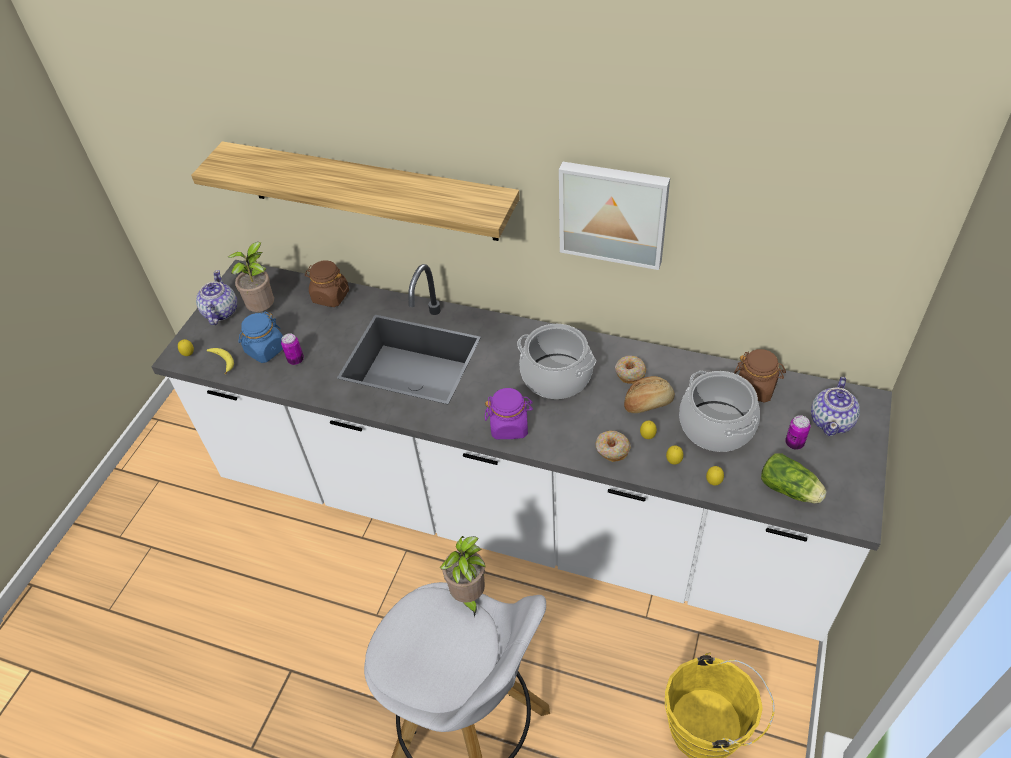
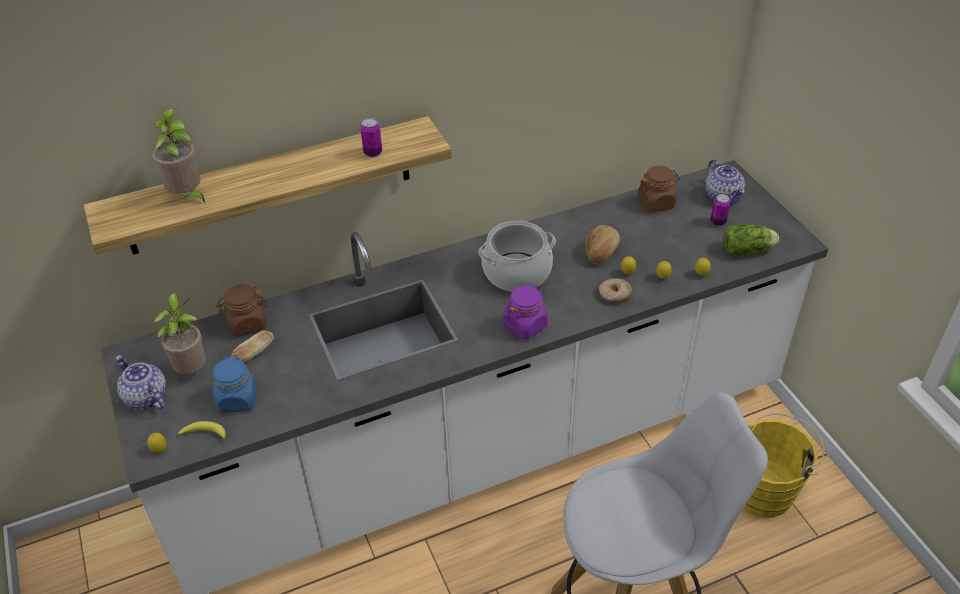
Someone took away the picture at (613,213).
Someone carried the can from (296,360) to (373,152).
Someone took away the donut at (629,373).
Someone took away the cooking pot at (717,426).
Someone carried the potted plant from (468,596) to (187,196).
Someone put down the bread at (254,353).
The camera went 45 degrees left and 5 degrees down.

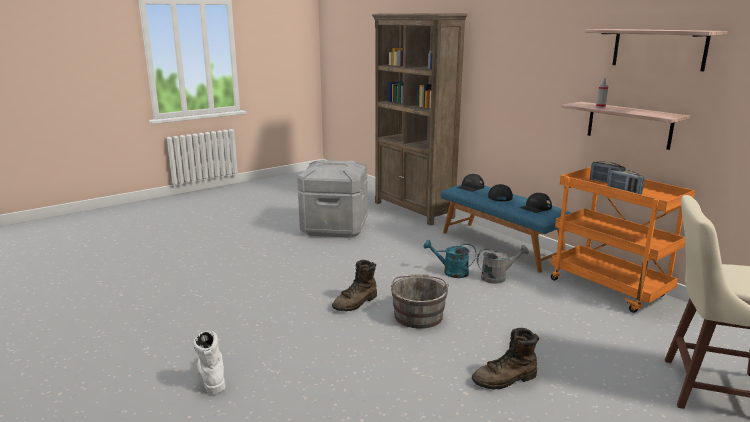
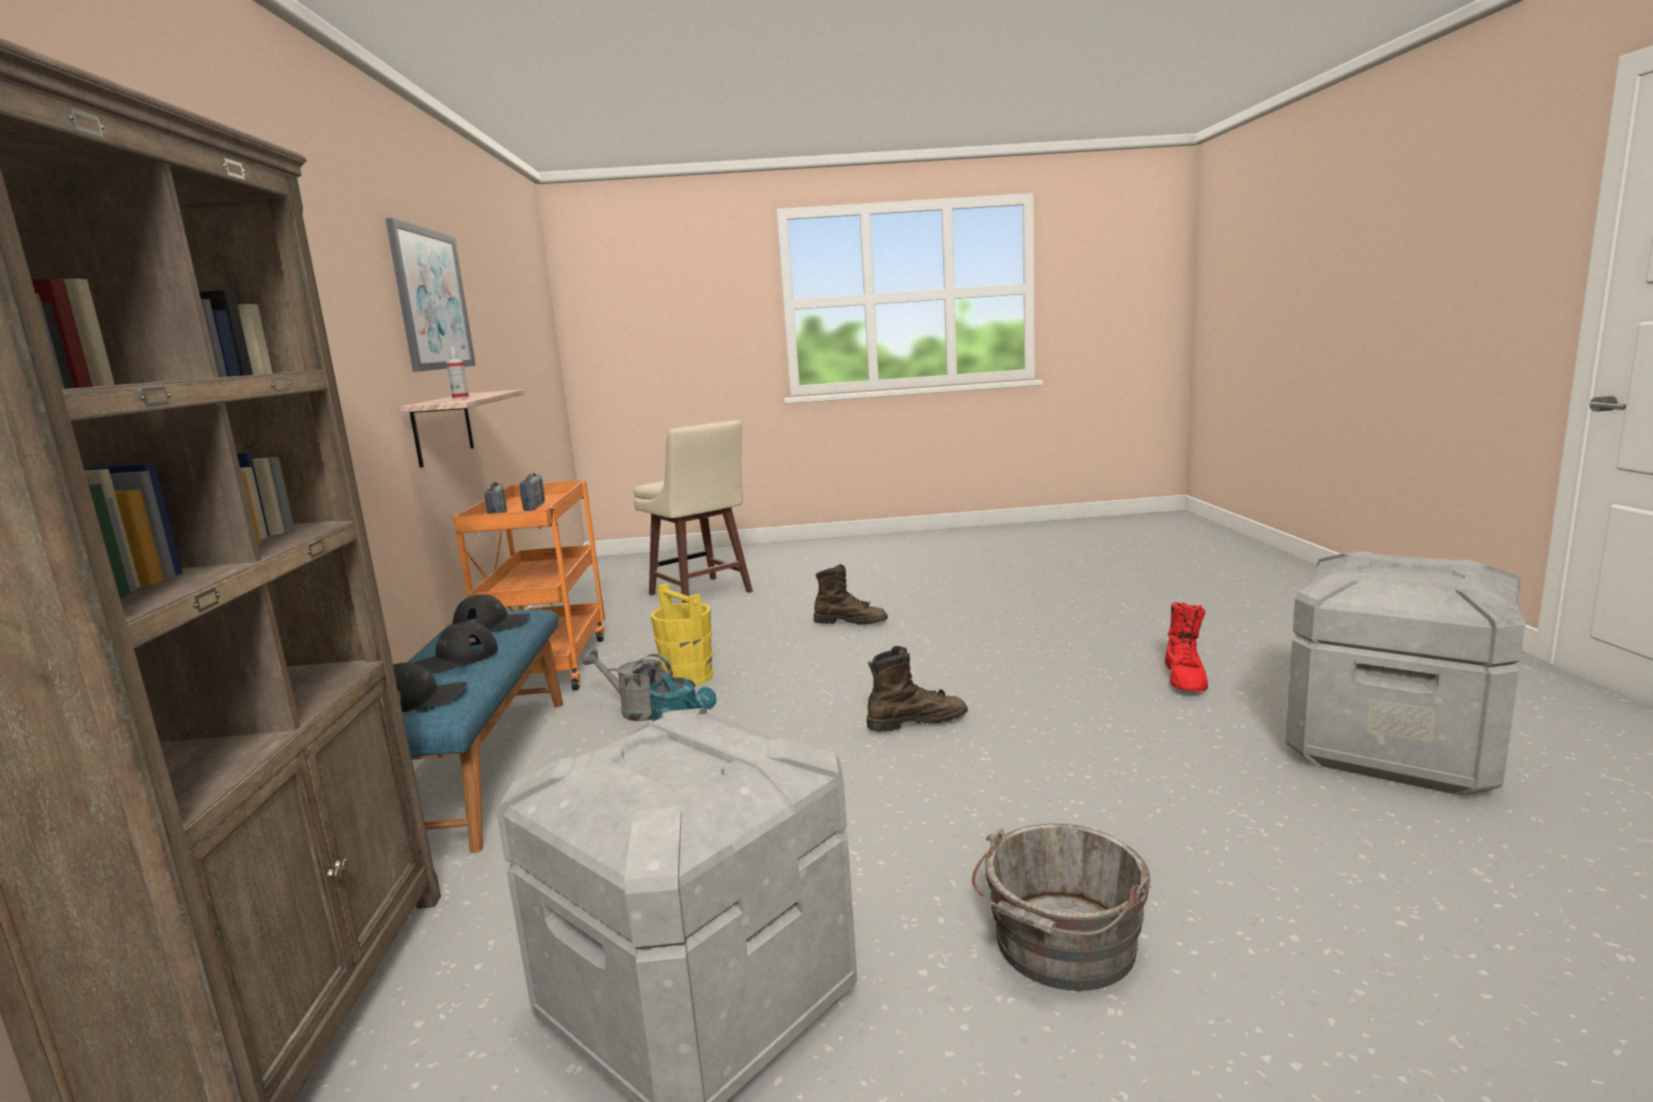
Someone swapped the shelf at (658,49) for the picture at (432,300).
Someone carried the bucket (grey) from (418,314) to (1061,947).
Someone repainted the boot (white) at (211,374), which became the boot (red) at (1185,678).
Someone put down the storage box (grey) at (1393,748).
Someone put down the bucket (yellow) at (688,677).
The camera went 145 degrees left and 5 degrees down.

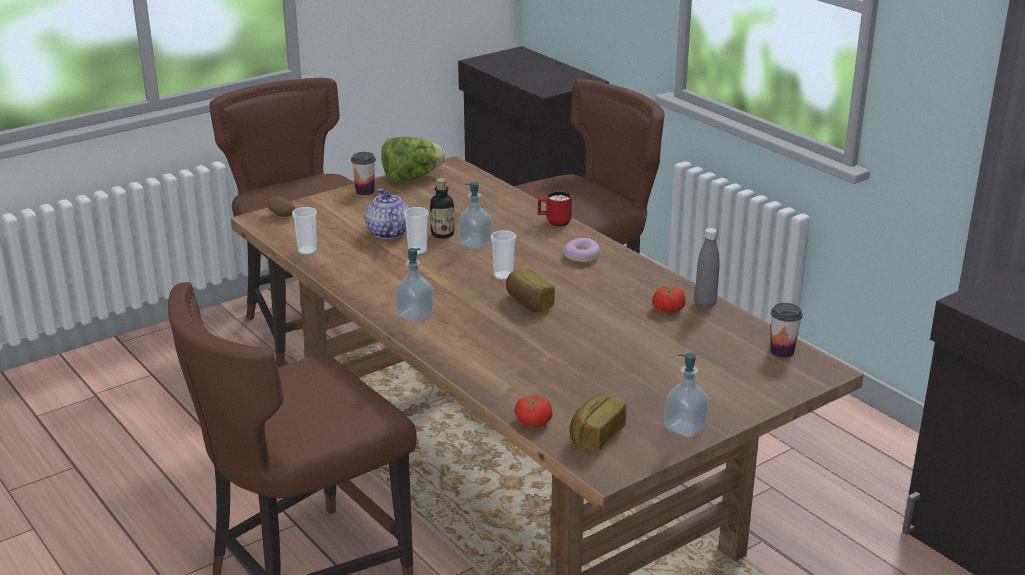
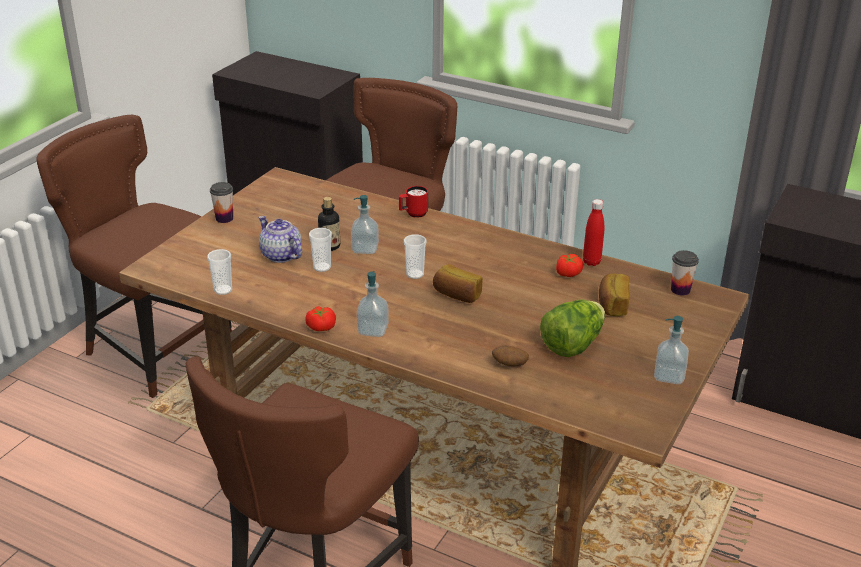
Someone carried the lettuce from (411,178) to (572,345).
Someone carried the potato from (281,216) to (509,365).
Someone repainted the bottle (grey) at (705,304), which became the bottle (red) at (591,262).
Someone took away the donut at (582,256).
Someone carried the tomato from (533,421) to (321,326).
Someone carried the bread from (595,435) to (612,305).
The camera went 25 degrees left and 5 degrees up.

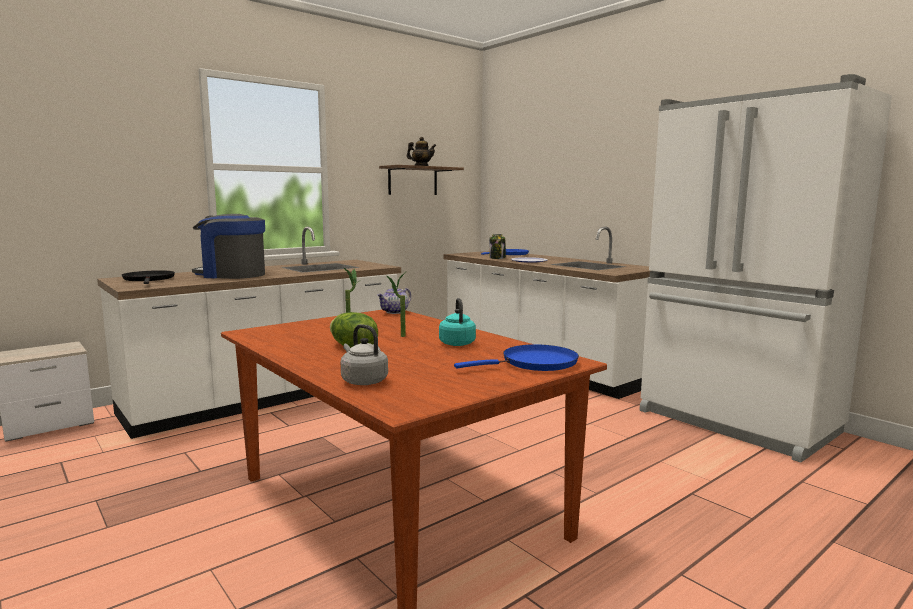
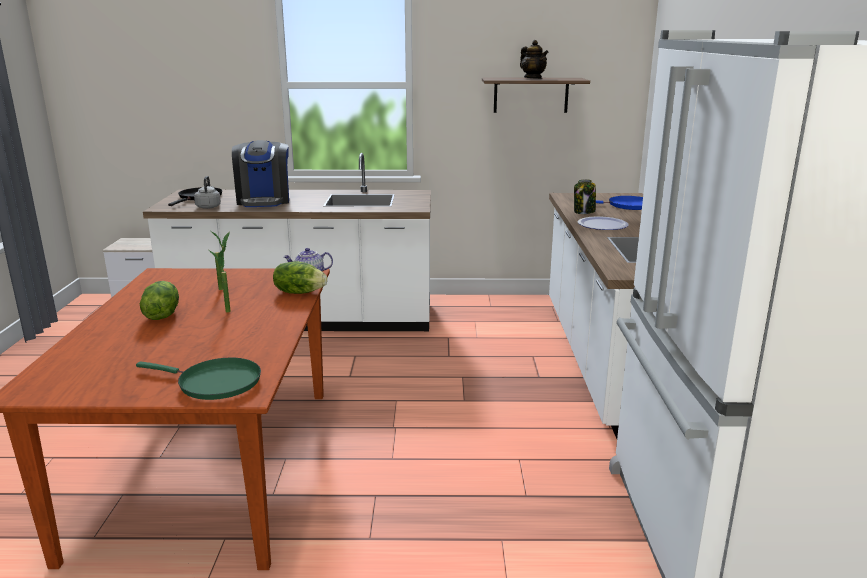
Someone rotated the coffee machine at (232,275) by 150 degrees counterclockwise.
Someone took away the kettle (turquoise) at (457,343).
Someone carried the kettle (grey) from (363,381) to (208,206).
Someone repainted the frying pan (blue) at (535,363), which became the frying pan (green) at (214,383).
Someone put down the lettuce at (299,292).
The camera went 40 degrees right and 10 degrees up.

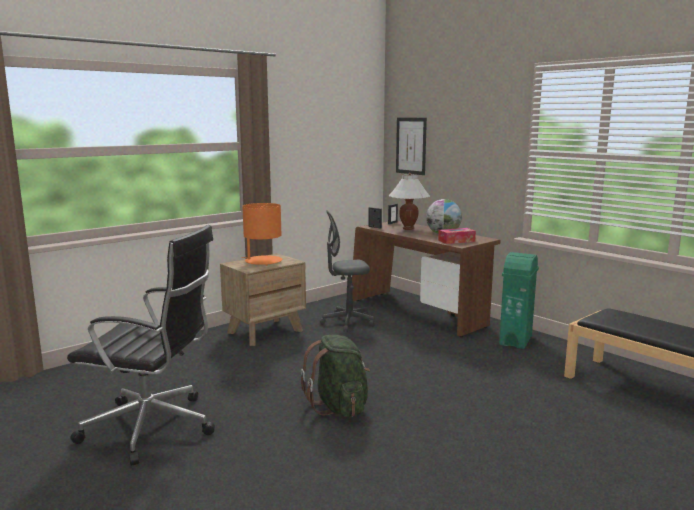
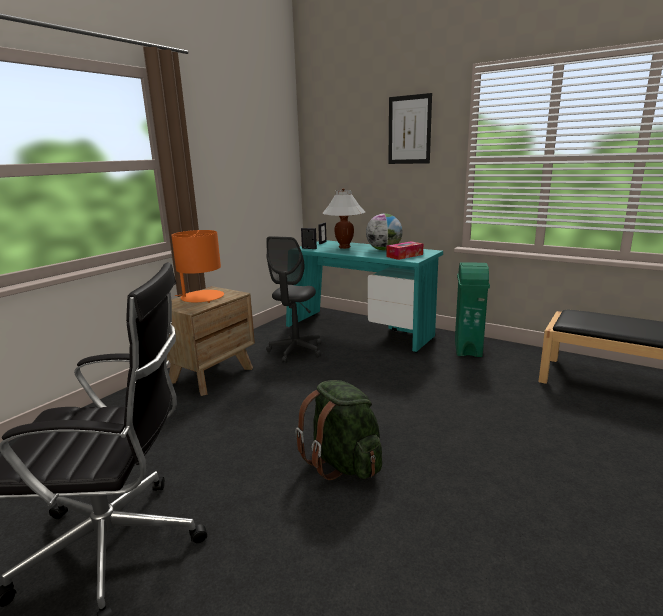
Someone carried the picture from (411,146) to (409,130).
Someone rotated the office chair (grey) at (348,322) by 45 degrees counterclockwise.
Someone repainted the desk (brown) at (418,313), which became the desk (turquoise) at (360,331).
The camera went 15 degrees left and 5 degrees up.

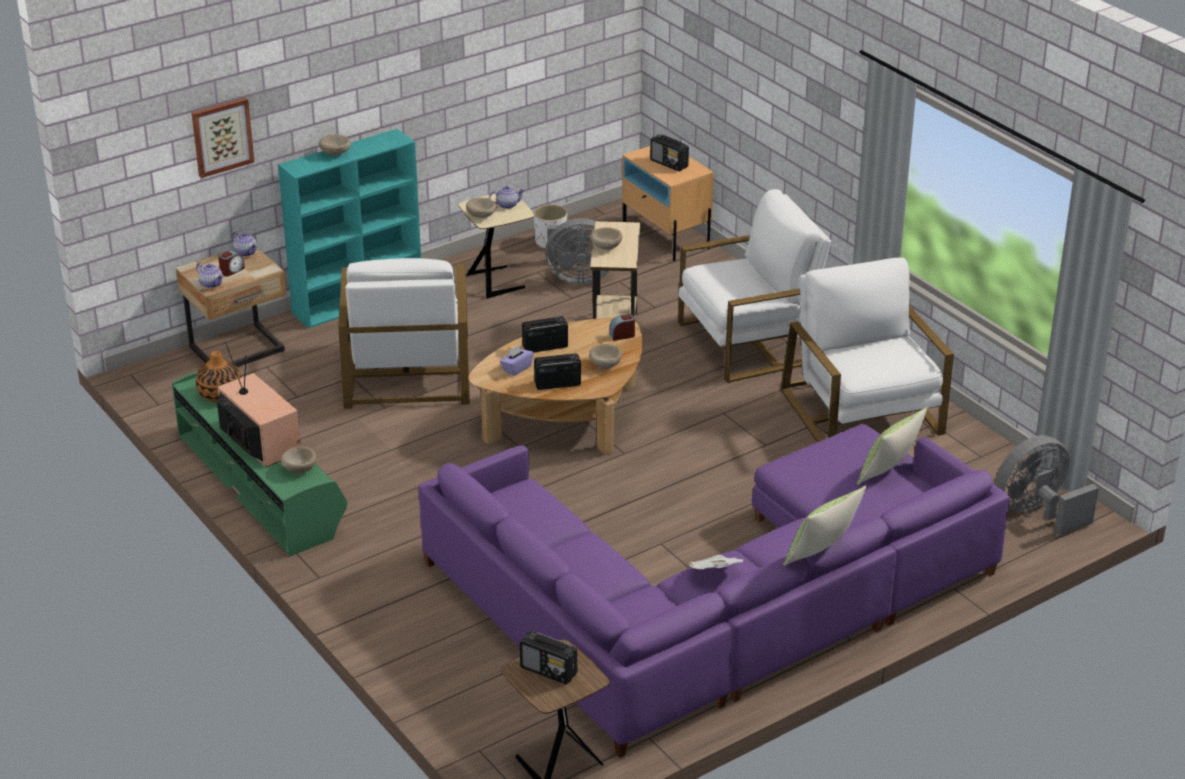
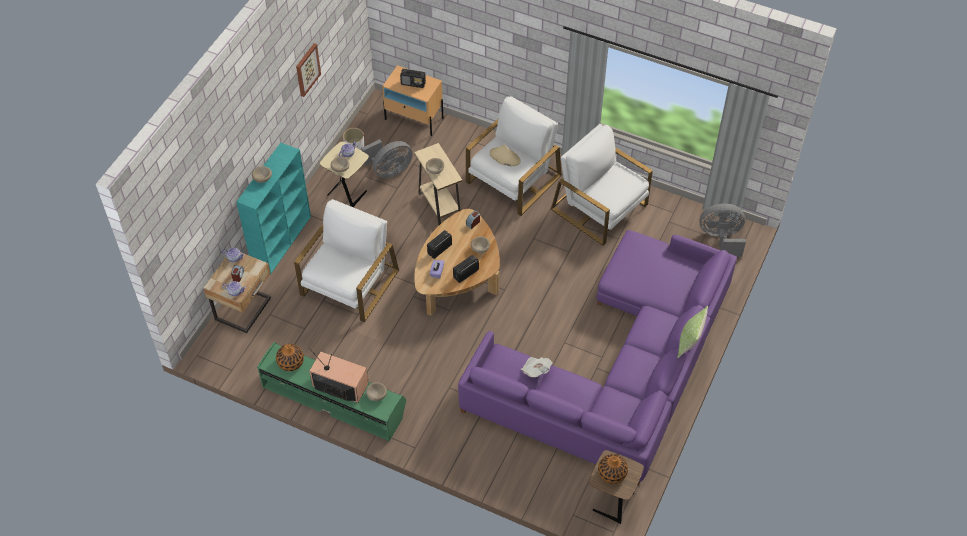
Someone carried the picture from (222,136) to (307,69).
Someone rotated the armchair (white) at (406,372) by 120 degrees counterclockwise.
Someone took away the pillow at (888,473).
Someone rotated the fan (grey) at (1036,513) by 60 degrees clockwise.
Someone carried the newspaper from (715,574) to (536,370).
Someone swapped the radio at (549,671) for the vase at (612,473).
Someone put down the hat (beige) at (504,157).
The camera went 30 degrees left and 20 degrees up.

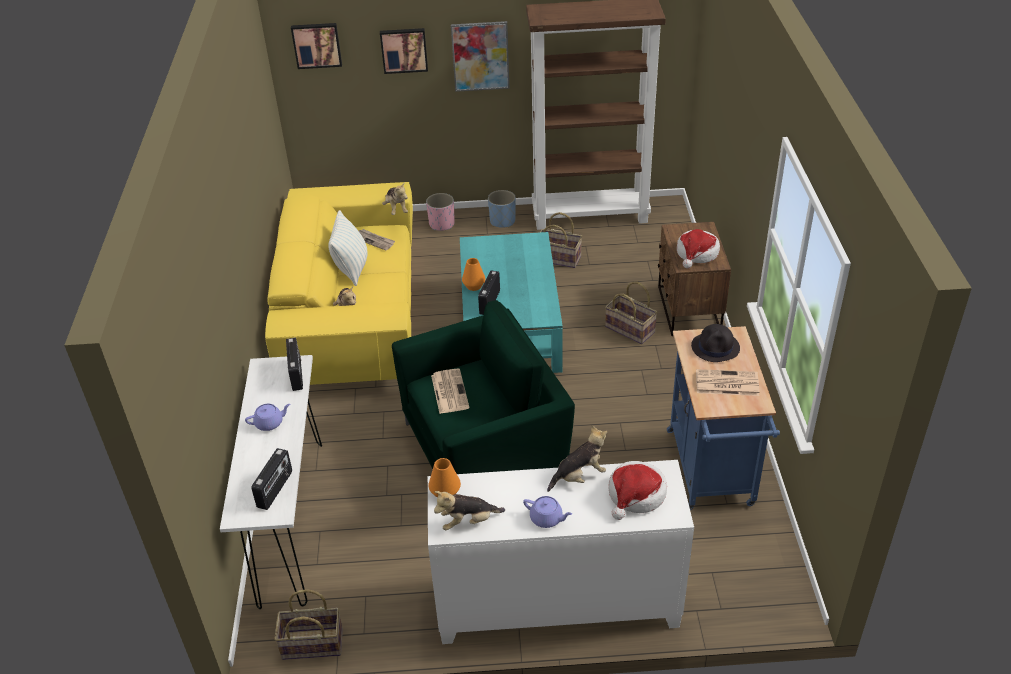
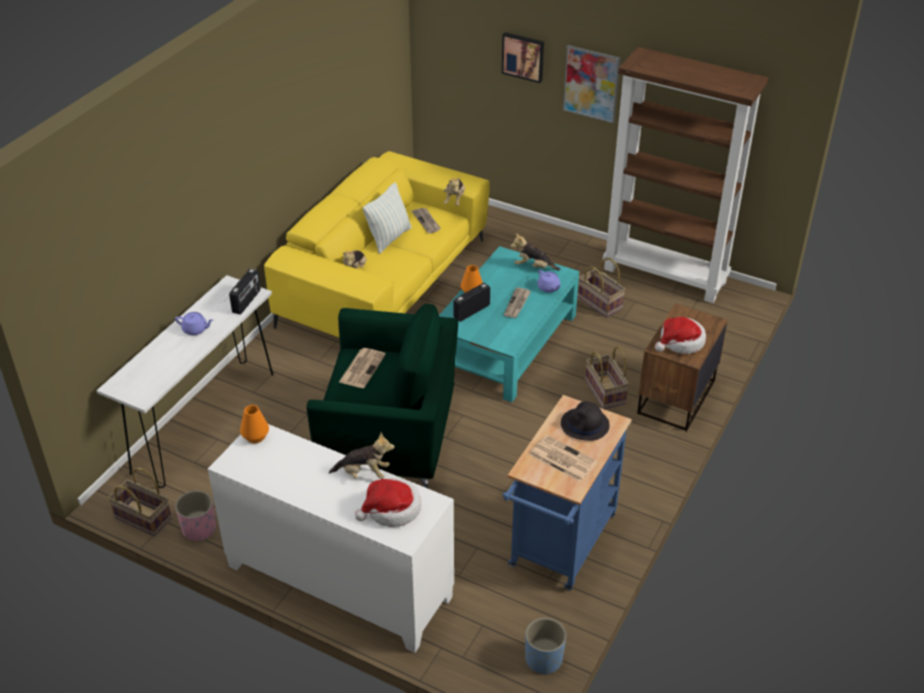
Someone took away the picture at (317,45).
Someone carried the planter (blue) from (502,221) to (544,659).
Someone carried the planter (pink) from (441,224) to (199,529).
Someone took away the radio at (275,489).
Someone carried the plush toy from (468,522) to (533,267).
Someone carried the teapot (purple) from (547,518) to (549,288).
Someone put down the newspaper at (517,304).
The camera went 30 degrees right and 0 degrees up.

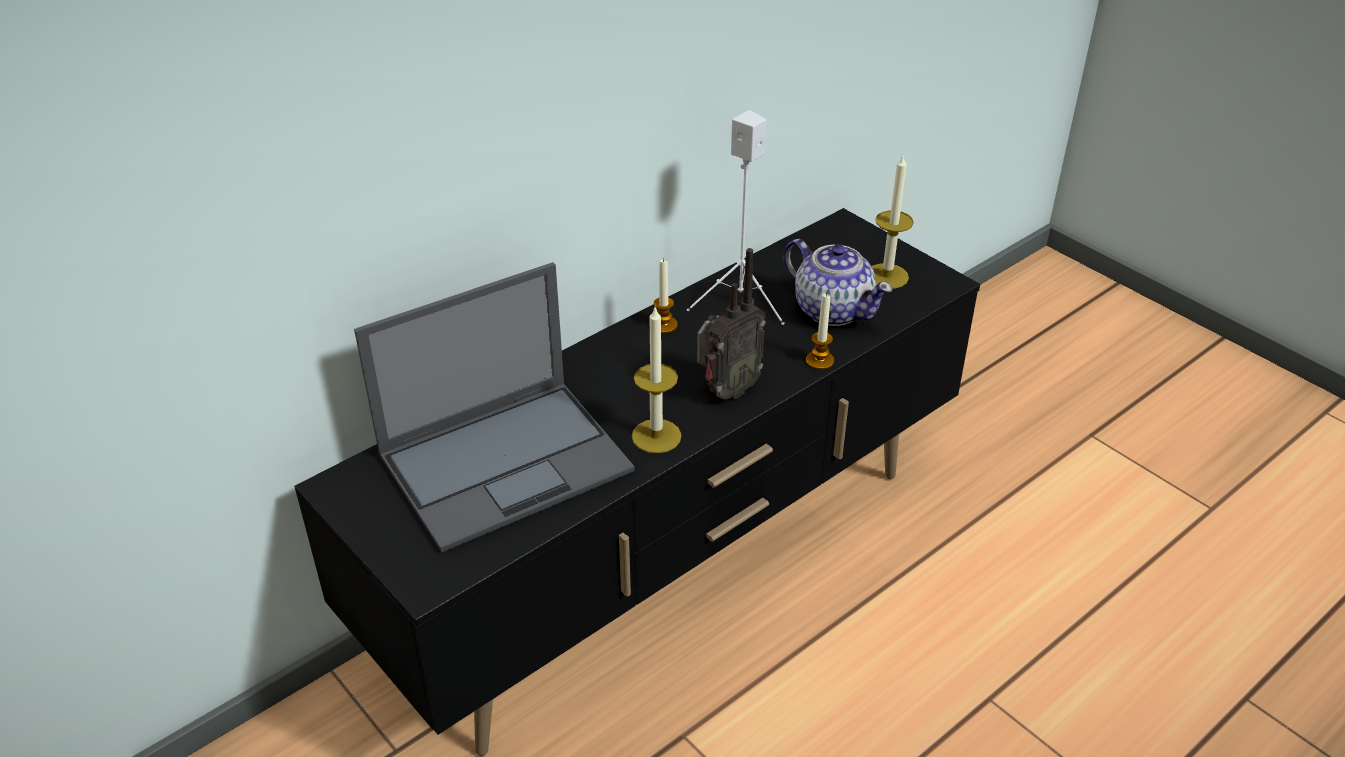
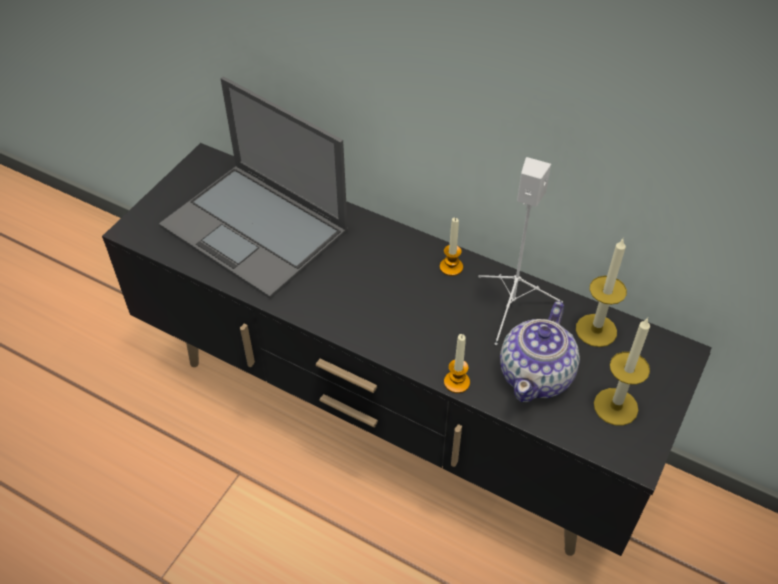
Someone took away the radio at (726,391).
Someone carried the candle from (656,436) to (596,330).
The camera went 70 degrees right and 10 degrees up.

